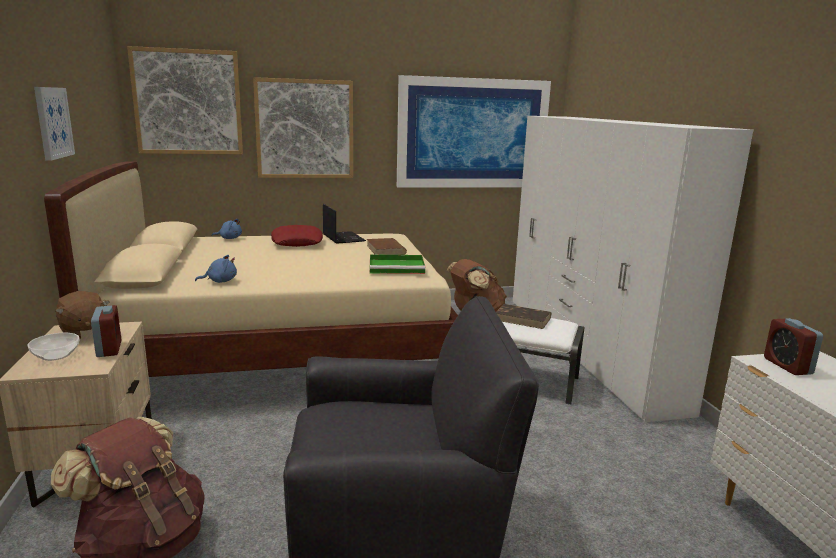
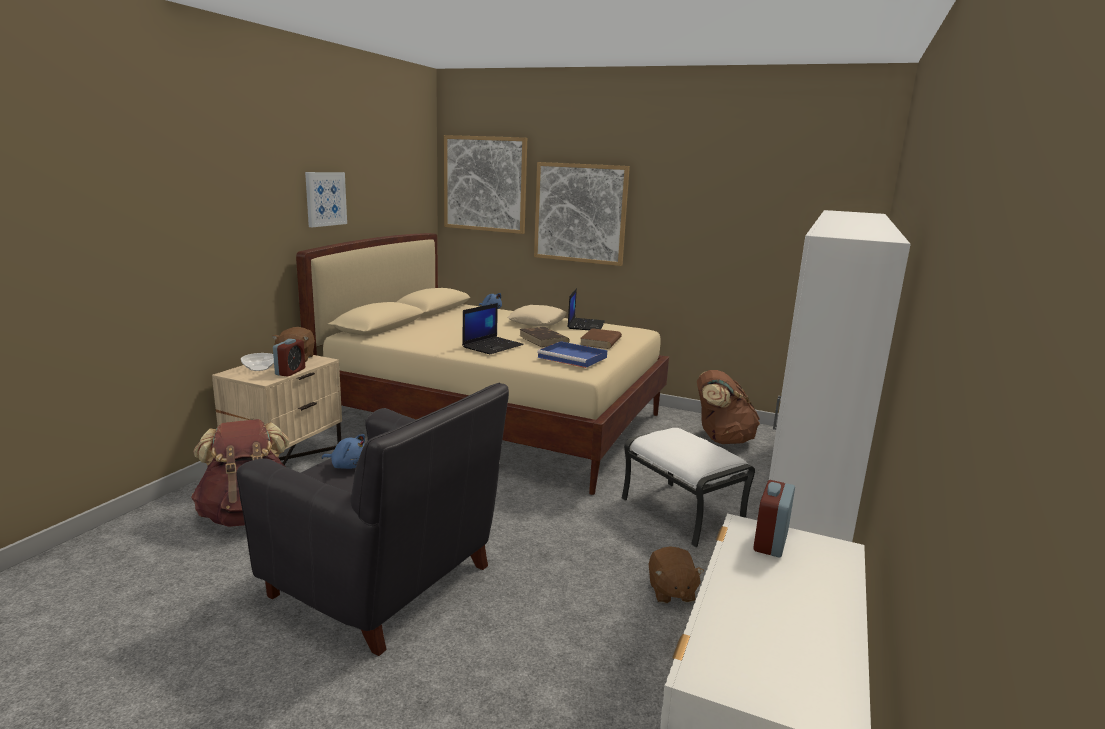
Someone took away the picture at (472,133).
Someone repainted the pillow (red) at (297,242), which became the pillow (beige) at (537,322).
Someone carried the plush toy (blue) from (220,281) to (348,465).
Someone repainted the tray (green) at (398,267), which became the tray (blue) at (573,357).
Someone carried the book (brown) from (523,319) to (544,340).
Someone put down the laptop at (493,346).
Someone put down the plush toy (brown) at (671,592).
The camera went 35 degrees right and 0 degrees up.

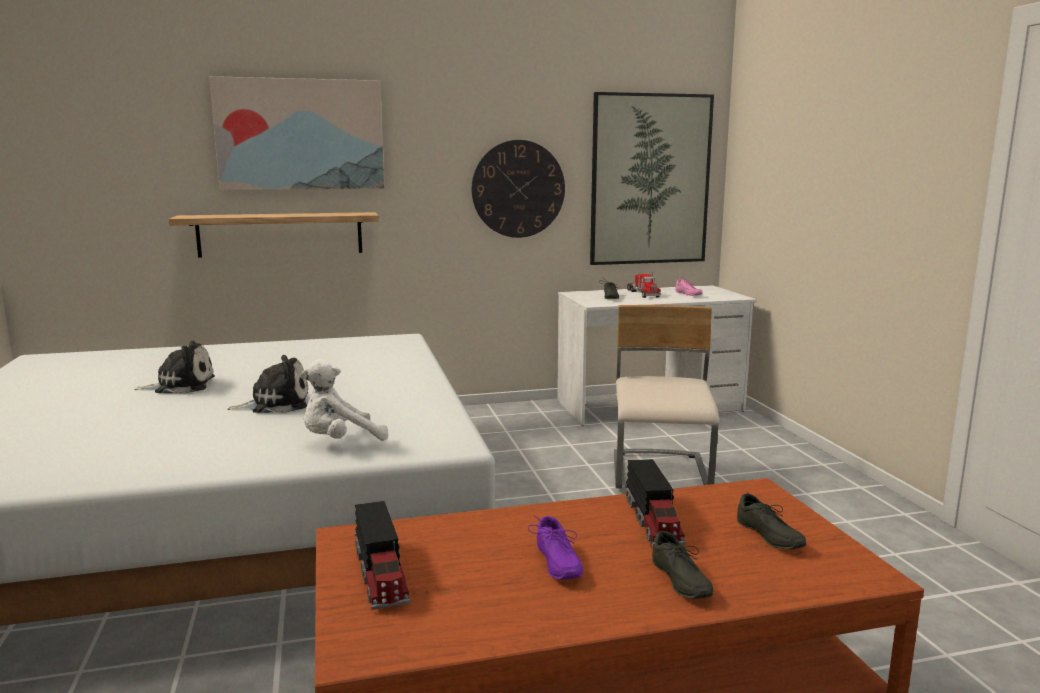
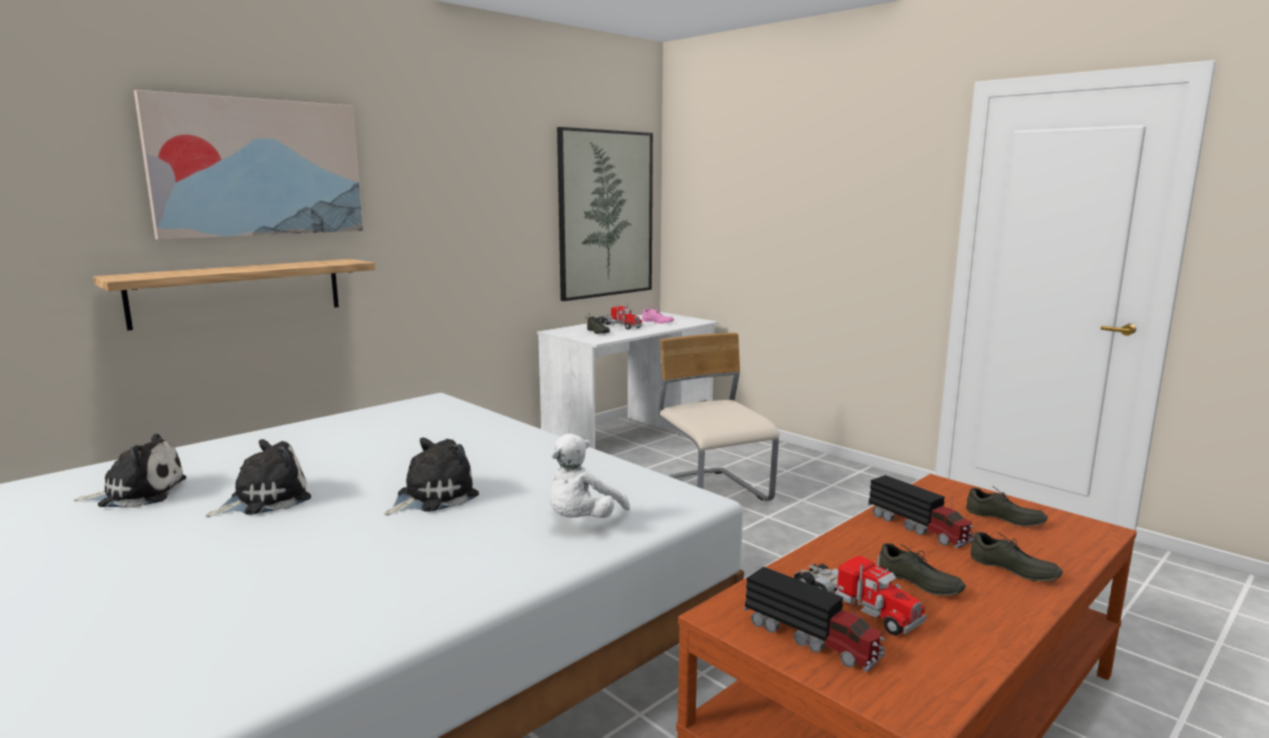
Someone took away the wall clock at (518,189).
Someone repainted the shoe (purple) at (555,563), which became the shoe (grey) at (917,584).
Someone put down the plush toy at (138,493).
Someone put down the toy truck at (855,605).
The camera went 30 degrees left and 0 degrees up.

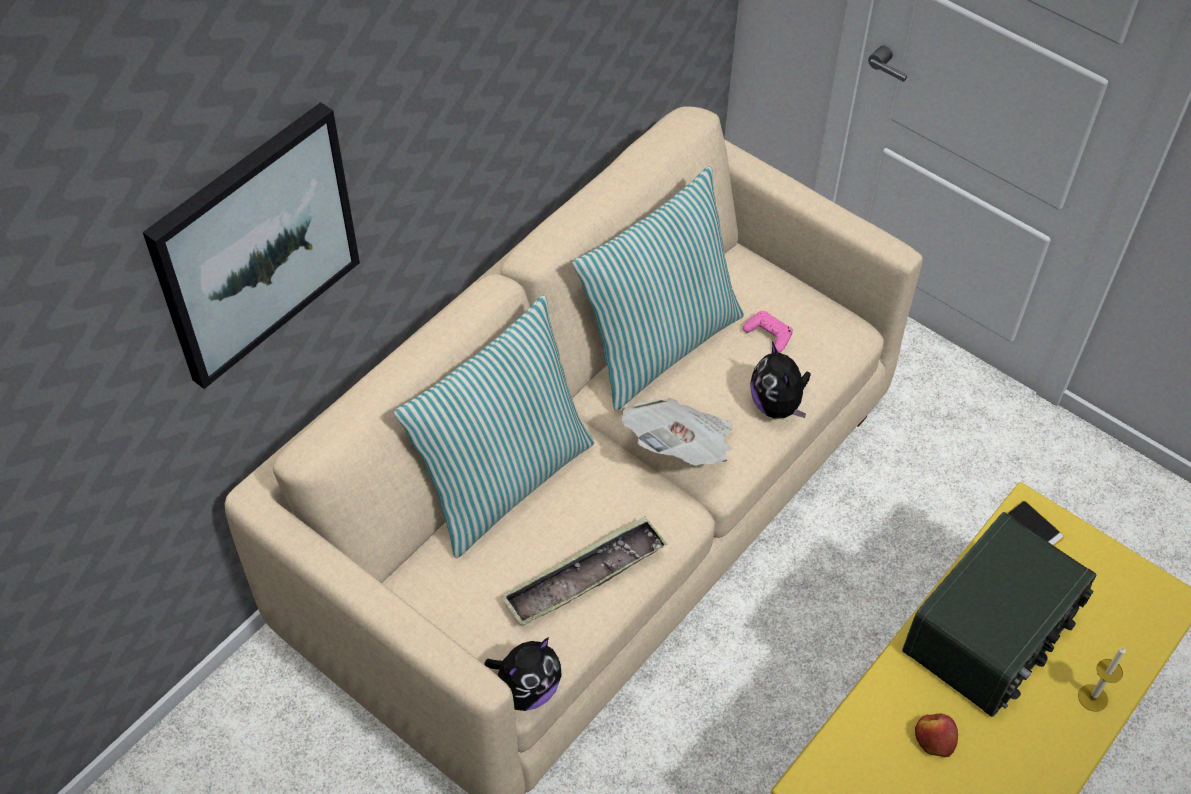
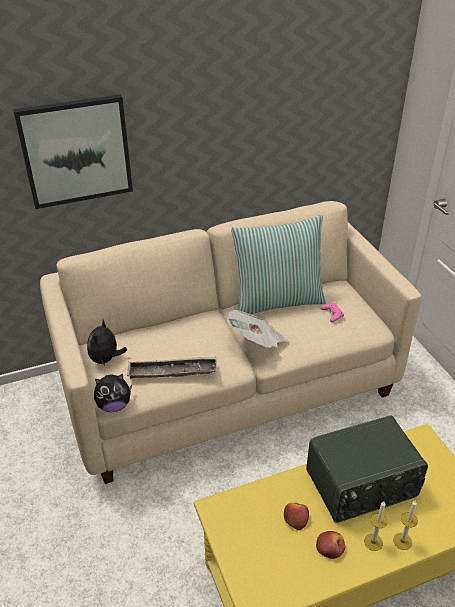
Someone took away the pillow at (503,479).
Someone carried the plush toy from (777,405) to (106,359).
Someone took away the phone at (1034,526).
Someone put down the candle at (373,542).
Someone put down the apple at (330,547).
The camera went 30 degrees right and 15 degrees down.

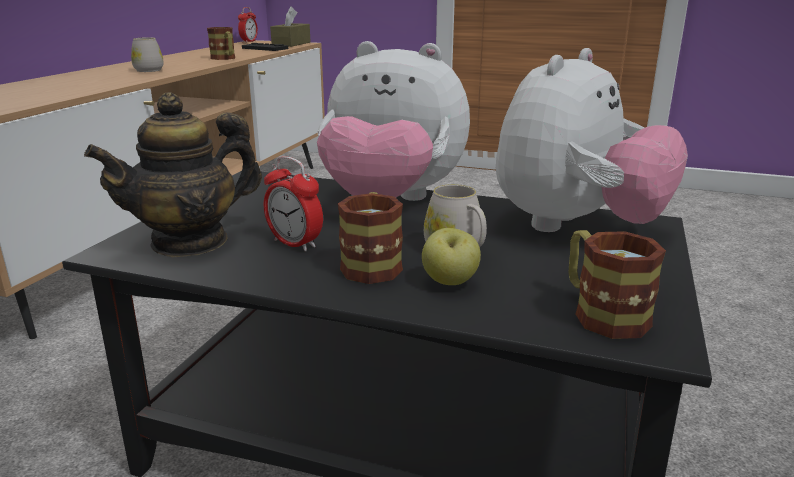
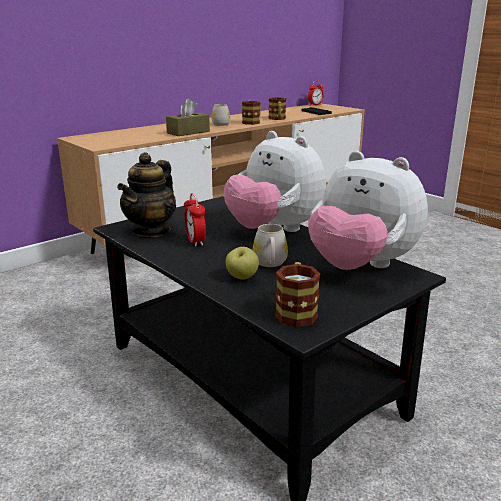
Someone carried the tissue box (brown) from (291,44) to (188,132).
Someone rotated the plush toy at (576,227) by 60 degrees clockwise.
Someone rotated the teapot at (190,241) by 60 degrees counterclockwise.
Someone carried the mug from (372,263) to (253,122).
The camera went 30 degrees right and 0 degrees up.

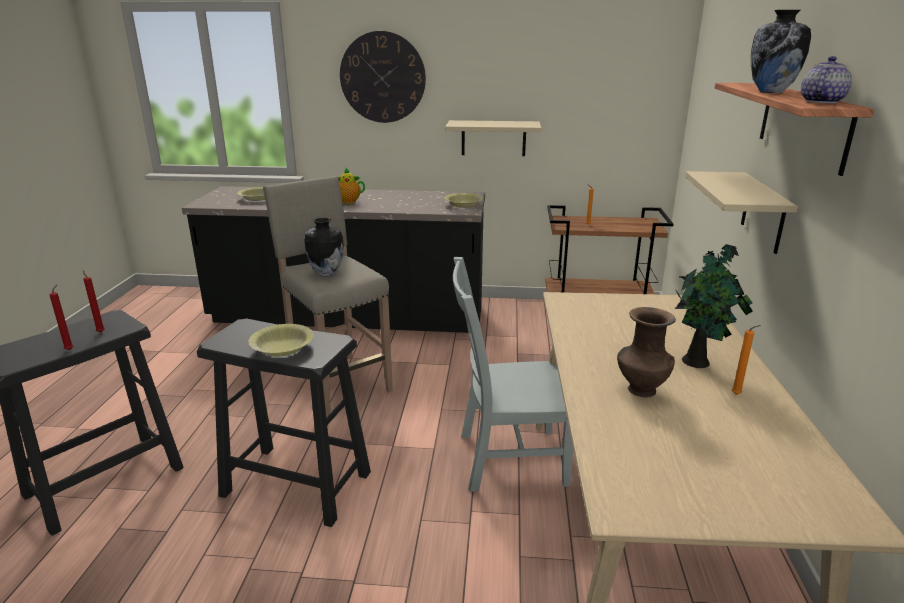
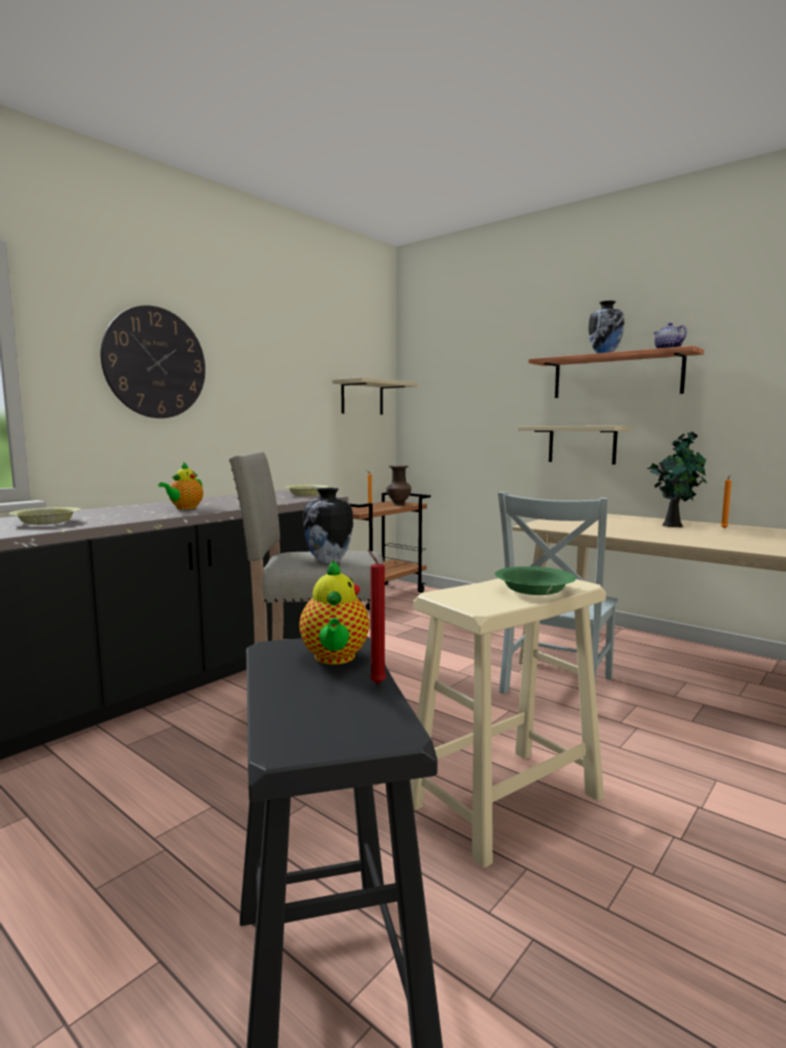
Someone carried the shelf (beige) from (493,138) to (362,398).
Someone swapped the candle (red) at (100,332) for the teapot at (335,658).
Someone carried the vase (brown) from (640,390) to (398,504).
Someone repainted the stool (black) at (297,484), which became the stool (beige) at (506,800).
Someone repainted the bowl (yellow) at (282,348), which became the bowl (green) at (534,590).
The camera went 55 degrees left and 15 degrees down.

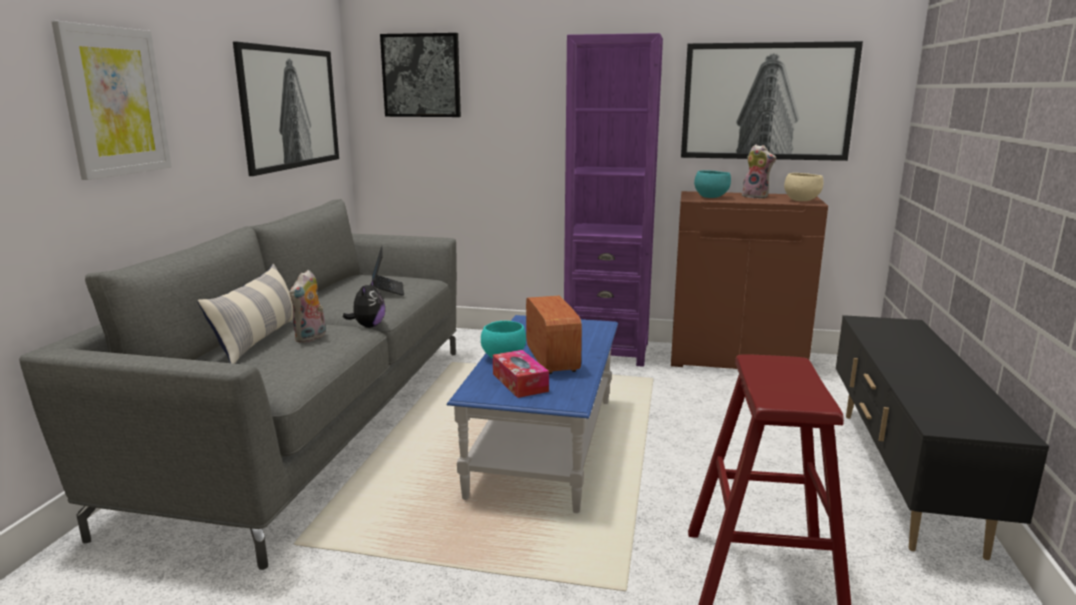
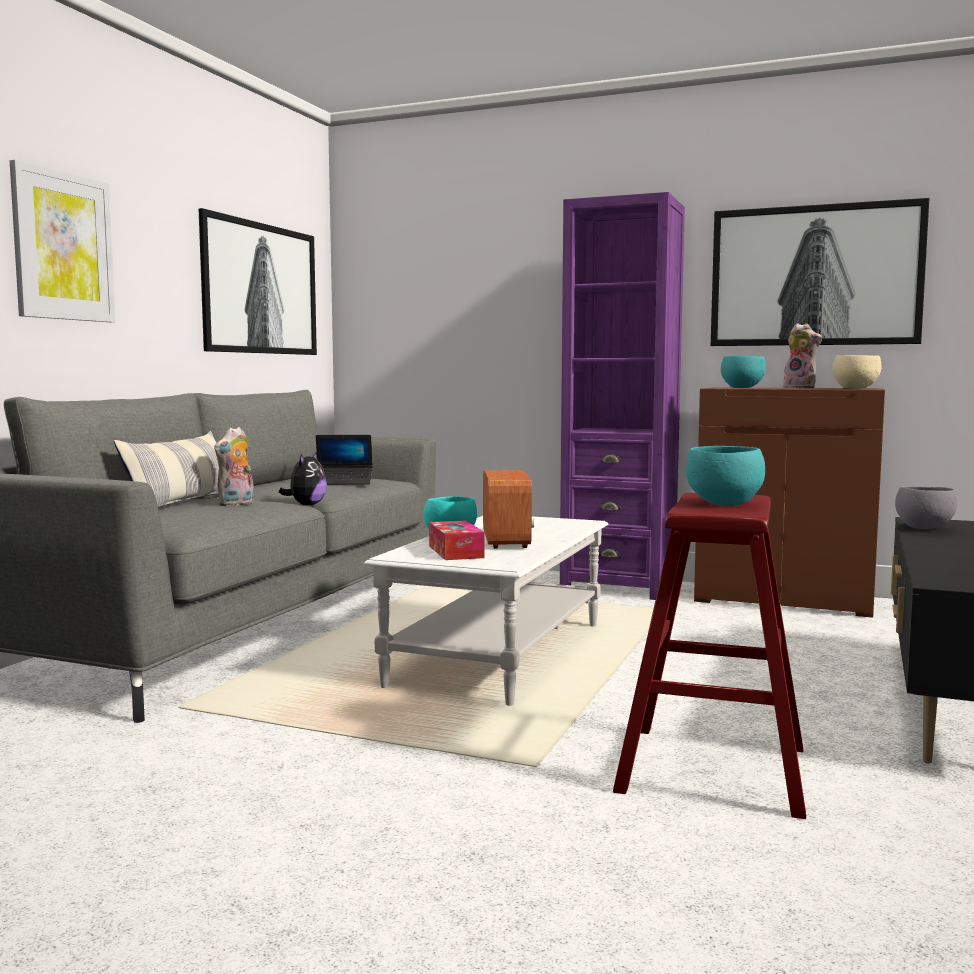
Someone took away the picture at (421,75).
Someone rotated the laptop at (387,290) by 90 degrees clockwise.
Someone repainted the coffee table (blue) at (544,445), which became the coffee table (white) at (500,654).
Someone put down the bowl (turquoise) at (724,504).
Someone put down the bowl (grey) at (923,528).
The camera went 10 degrees right and 10 degrees down.

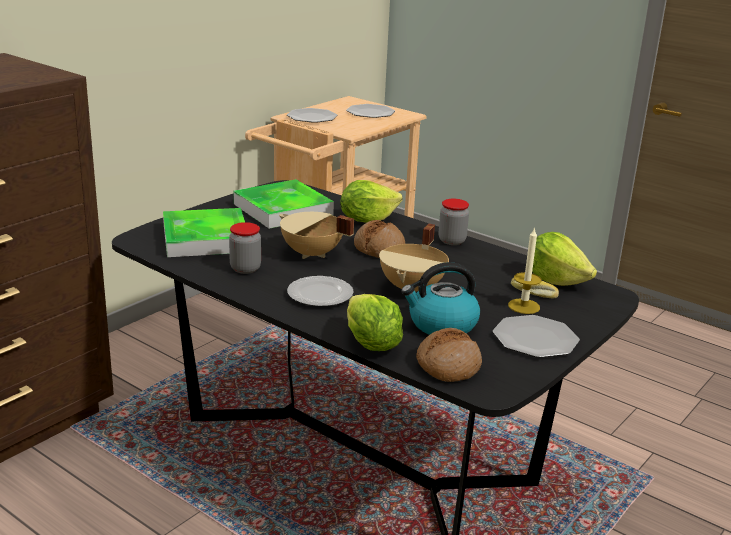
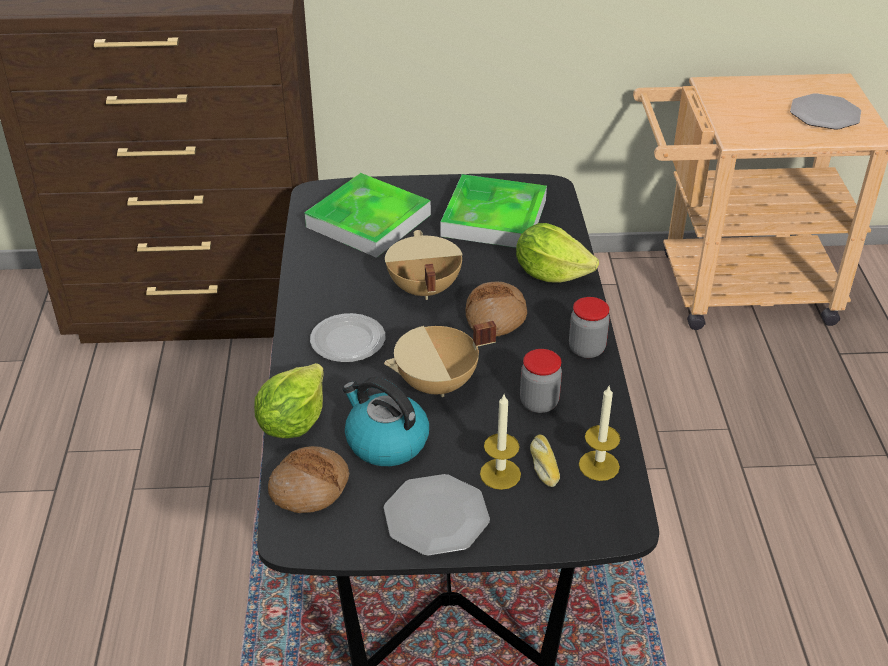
Someone took away the plate at (312,117).
Someone carried the jar from (245,268) to (539,403).
Someone swapped the lettuce at (555,280) for the candle at (599,465).
The camera went 50 degrees right and 15 degrees up.

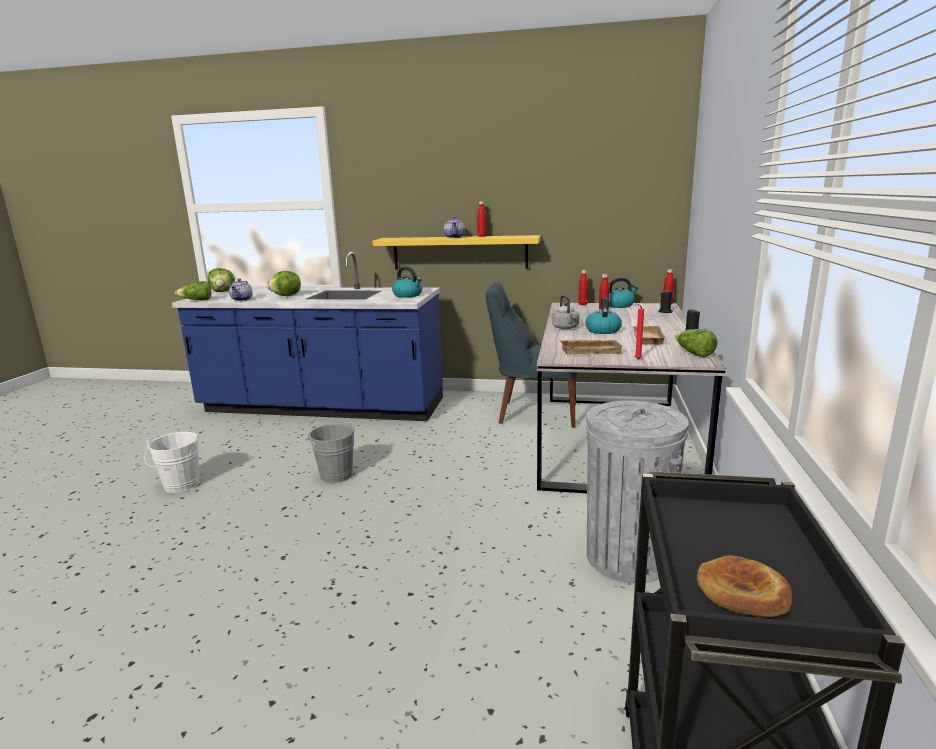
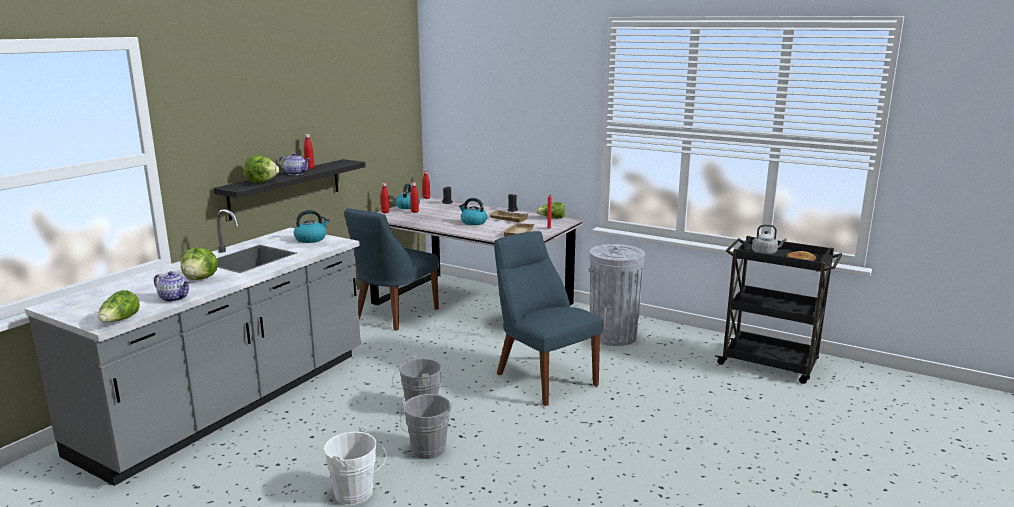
Someone repainted the shelf (yellow) at (459,252), which became the shelf (black) at (286,188).
Someone repainted the counter (blue) at (322,407), which became the counter (grey) at (231,402).
Someone carried the lettuce from (223,292) to (261,182).
Someone carried the kettle (grey) from (566,328) to (765,253).
Someone put down the chair (blue) at (543,377).
Someone put down the bucket (grey) at (427,452).
The camera went 70 degrees left and 0 degrees up.

